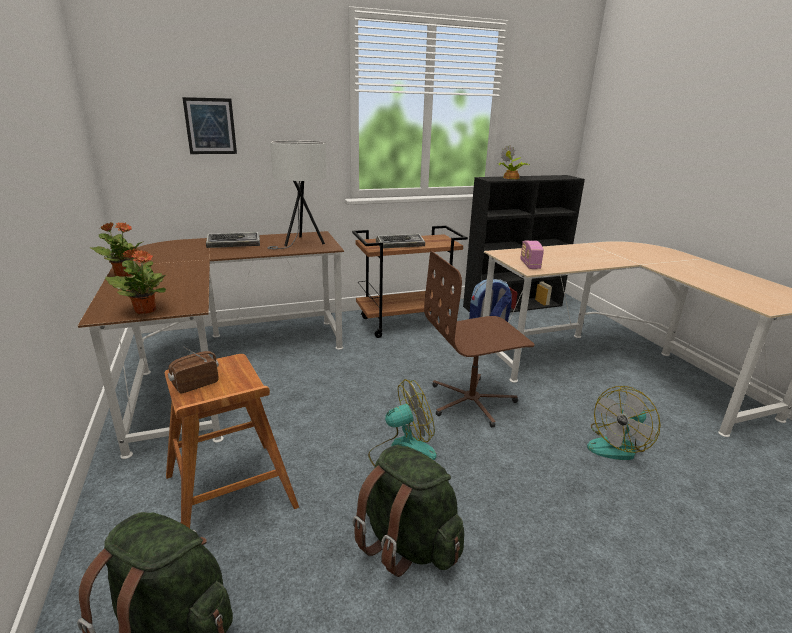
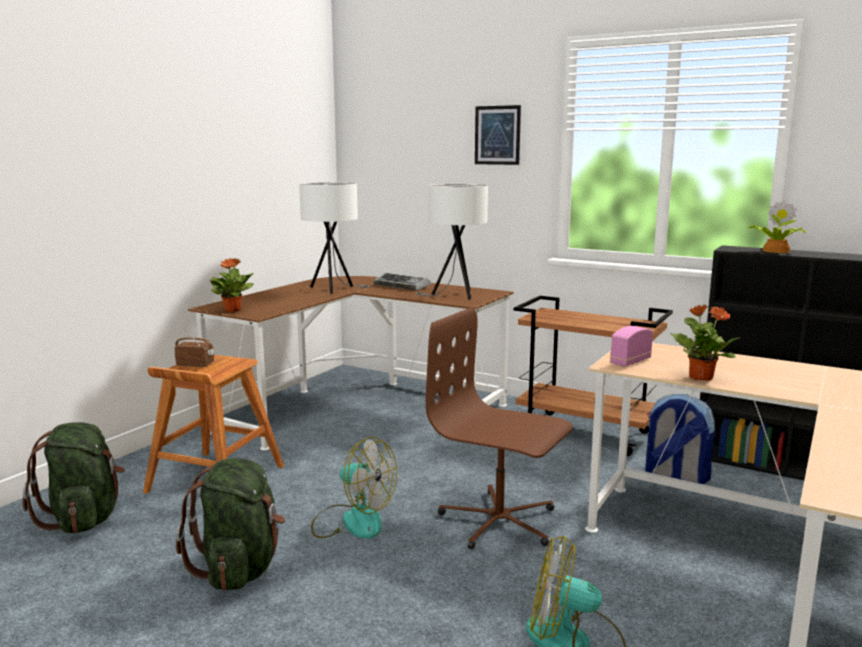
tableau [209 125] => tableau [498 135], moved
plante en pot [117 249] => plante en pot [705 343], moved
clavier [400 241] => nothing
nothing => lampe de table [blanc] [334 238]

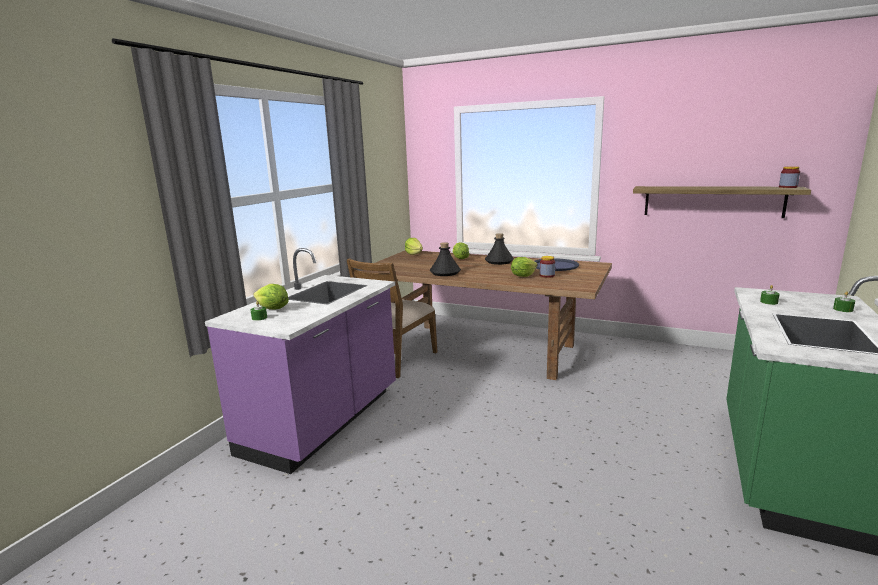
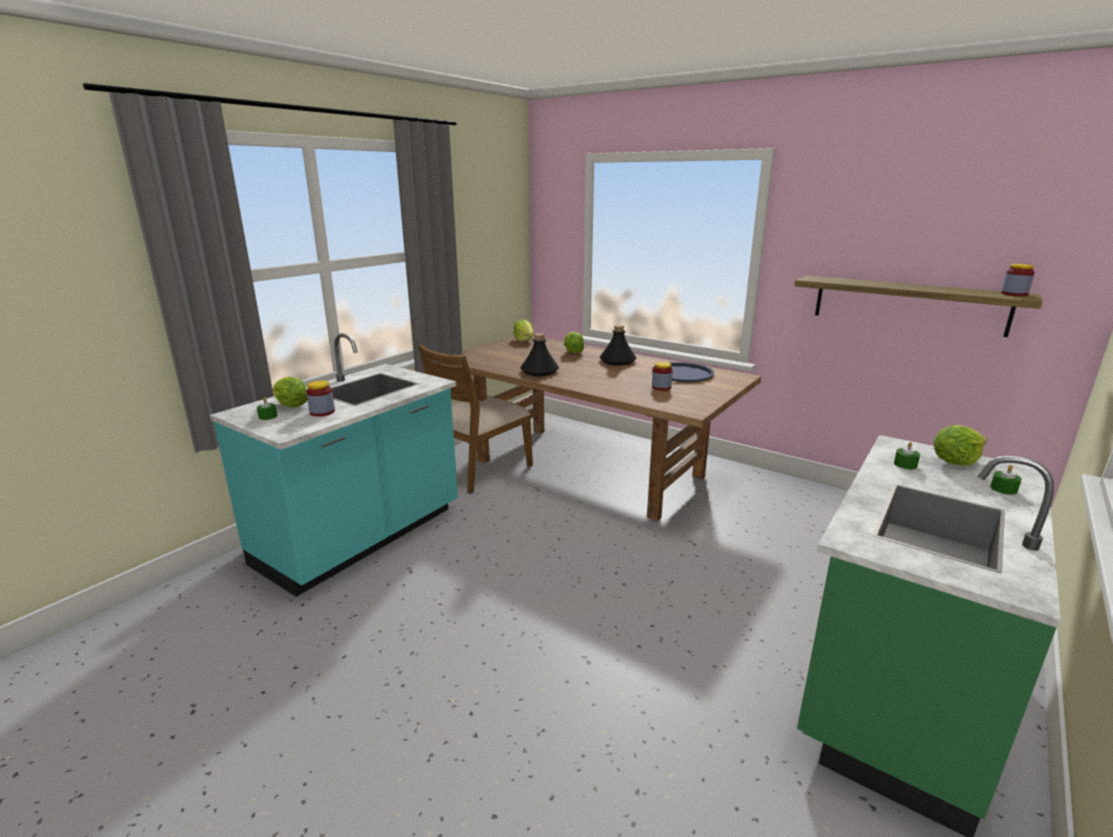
comptoir de cuisine [violet] [300 361] => comptoir de cuisine [turquoise] [334 465]
laitue [524 267] => laitue [960 445], moved
nothing => bocal [320 398]

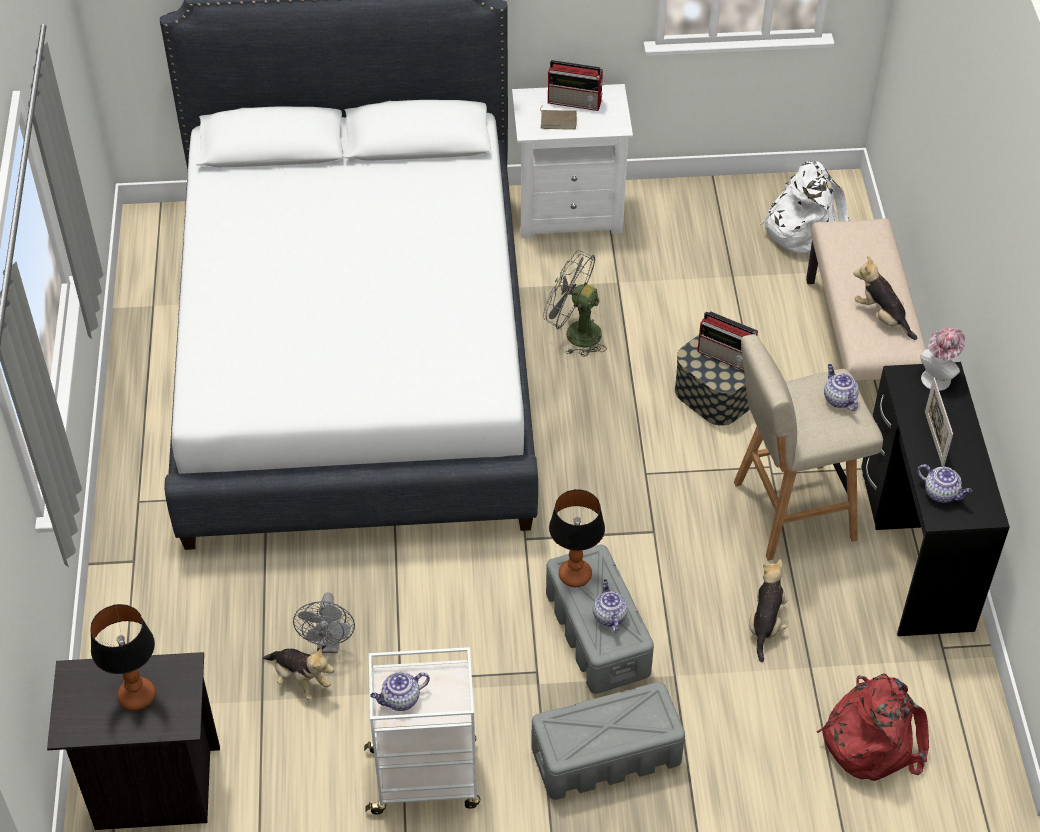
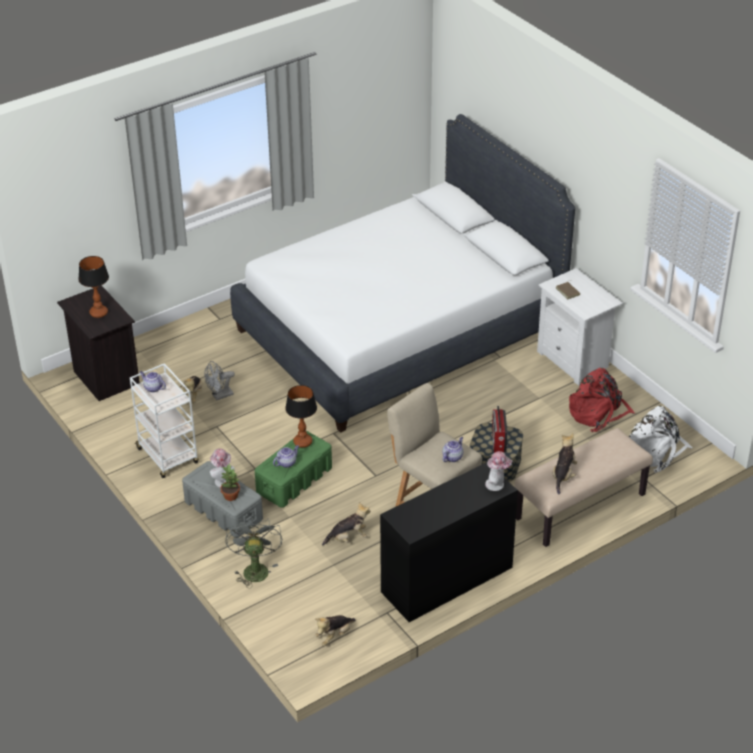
radio [576 85] => nothing
ventilateur [gris] [575 303] => ventilateur [gris] [253 552], moved
cadre photo [939 422] => nothing
théière [944 483] => nothing
boîte de rangement [gris] [600 619] => boîte de rangement [vert] [293 469]
sac à dos [rouge] [872 727] => sac à dos [rouge] [602 400], moved
nothing => chapeau [222 468]
nothing => plante en pot [230 483]
nothing => peluche [335 630]

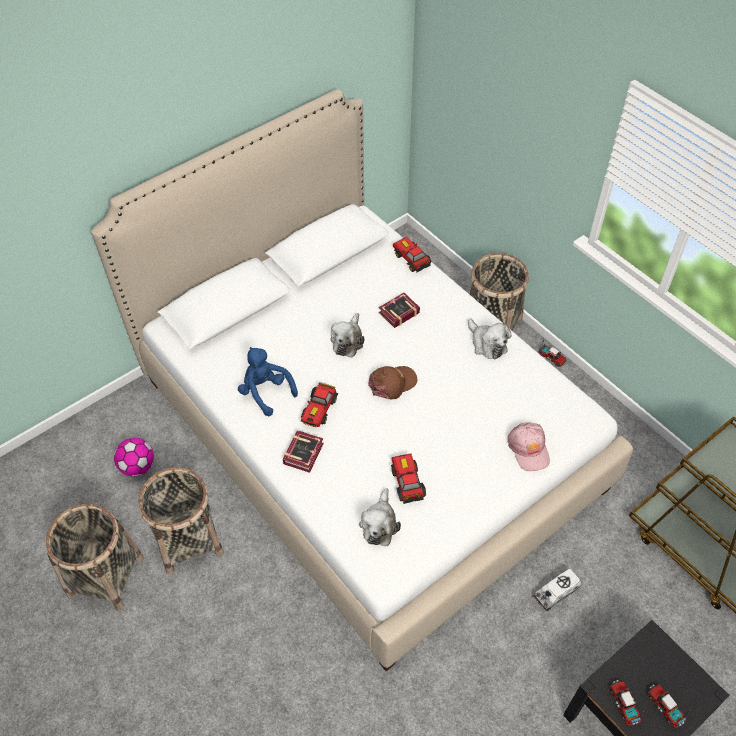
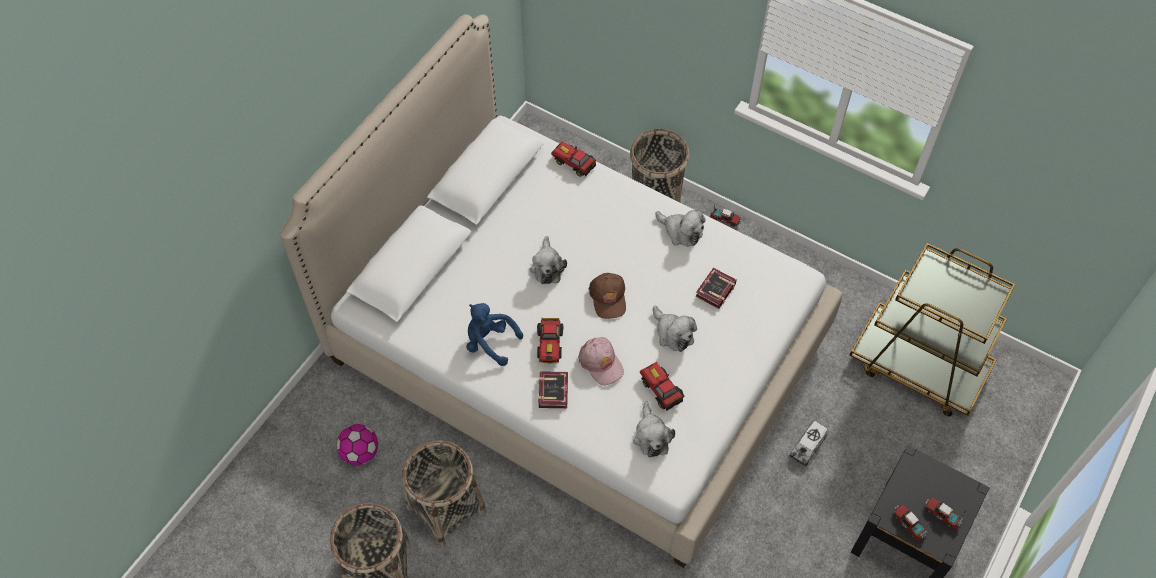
livre [399 310] => livre [716 288], moved
casquette [marron] [392 383] => casquette [marron] [607 296], 135 degrees clockwise
casquette [rose] [528 446] => casquette [rose] [601 361], moved
nothing => peluche [675 329]

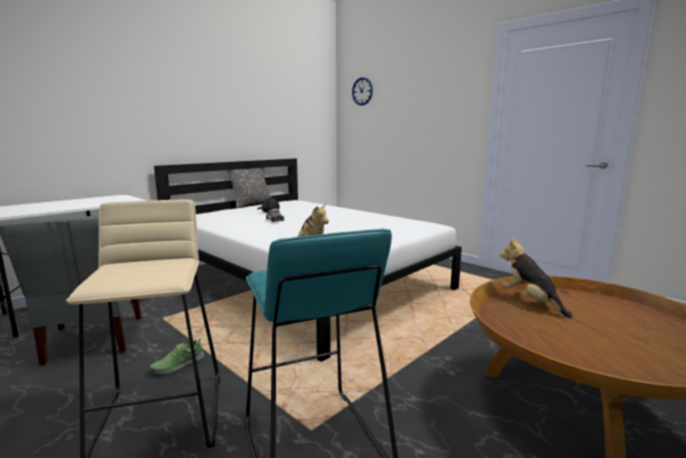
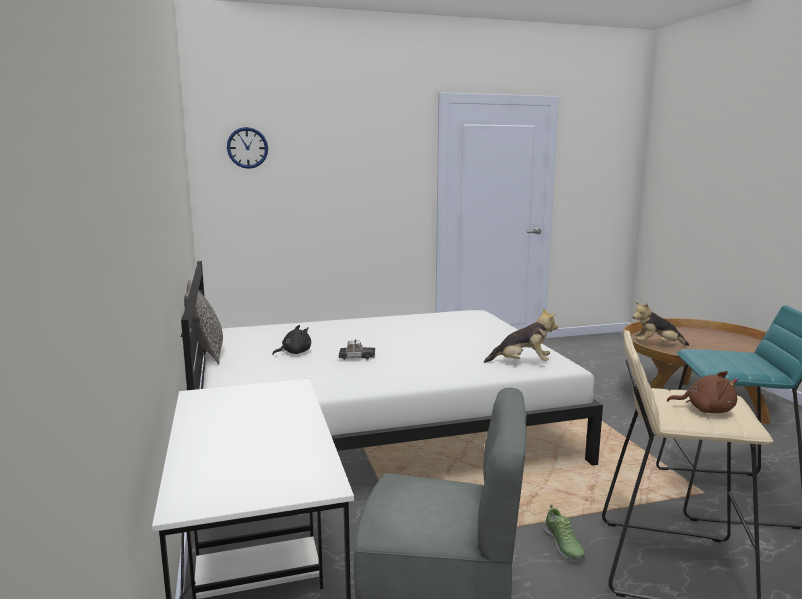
nothing => peluche [marron] [702 392]

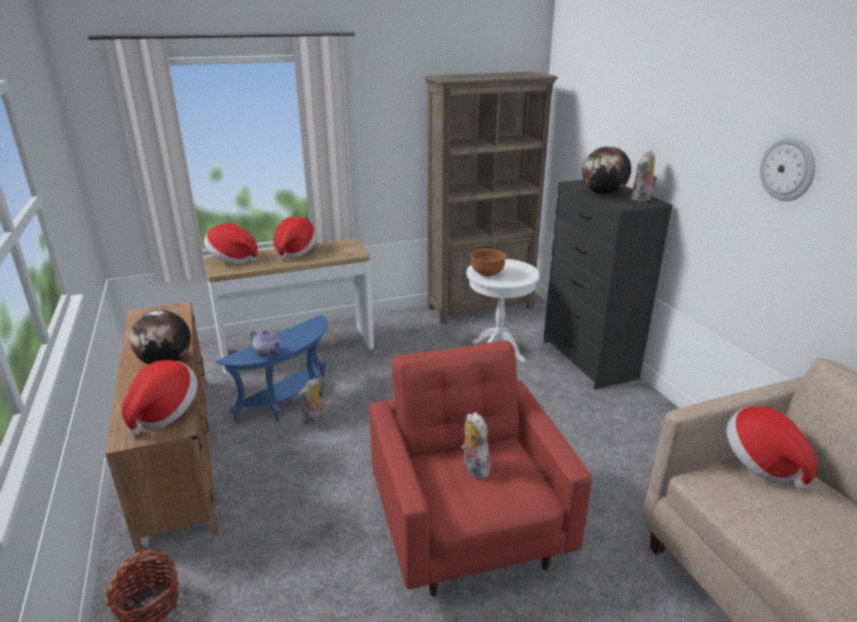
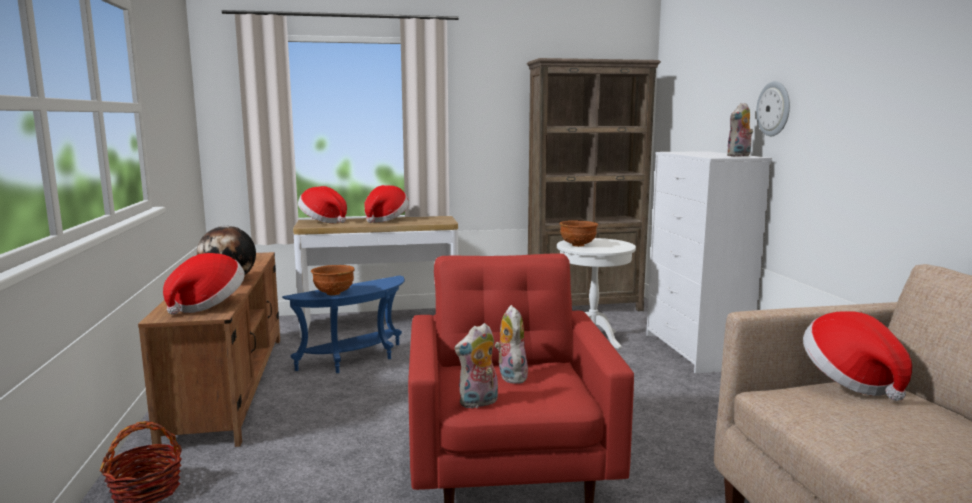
horloge murale [787 169] => horloge murale [773 108], moved
globe [606 170] => nothing
commode [noir] [608 284] => commode [blanc] [709 262]
théière [265 343] => bol [marron] [333 280]
peluche [311 401] => peluche [476 366], moved

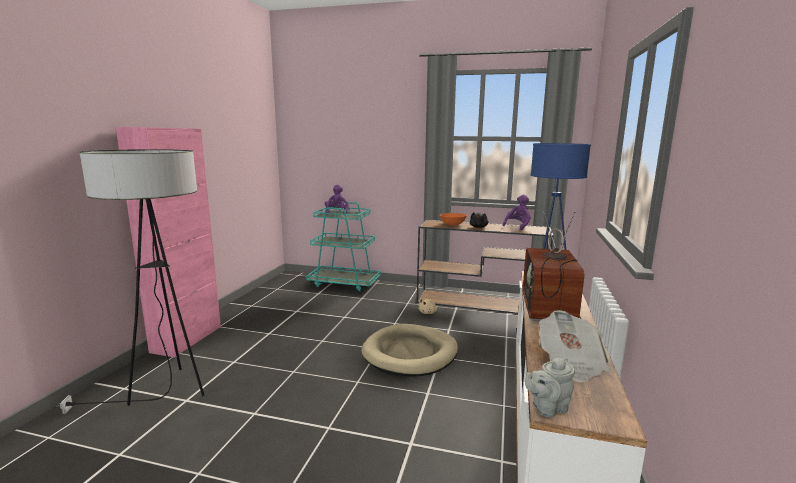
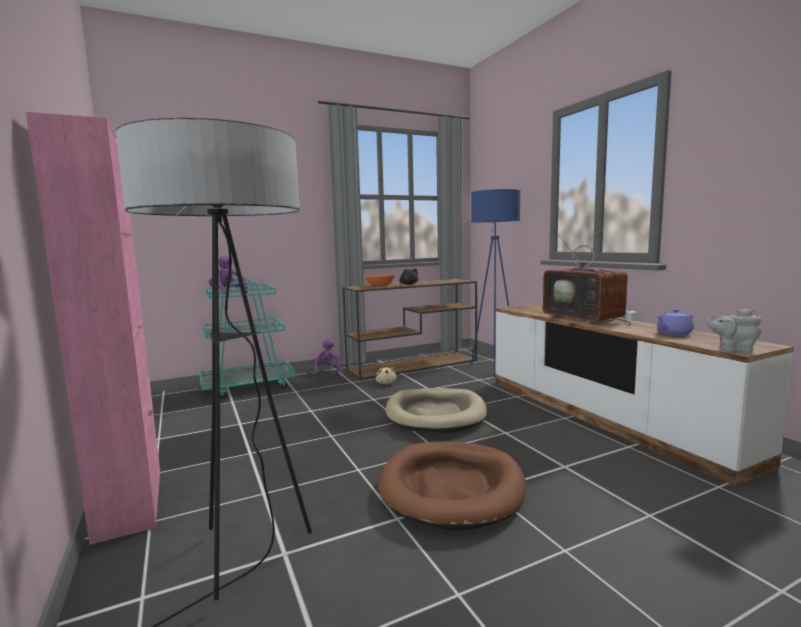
peluche [violet] [516 212] => peluche [violet] [327 357], moved
journal [575 346] => théière [violet] [675 322]
théière [gris] [550 387] => théière [gris] [733 330], 90 degrees clockwise
nothing => panier pour chien [marron] [452 486]

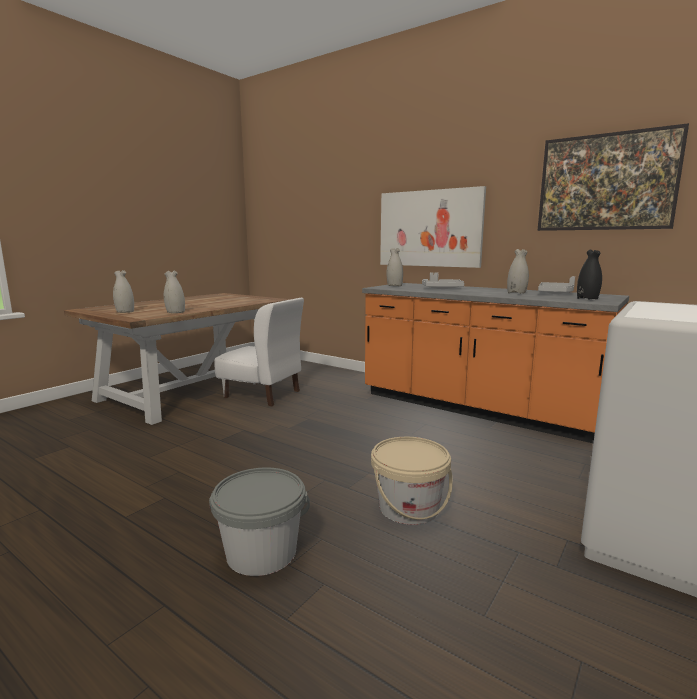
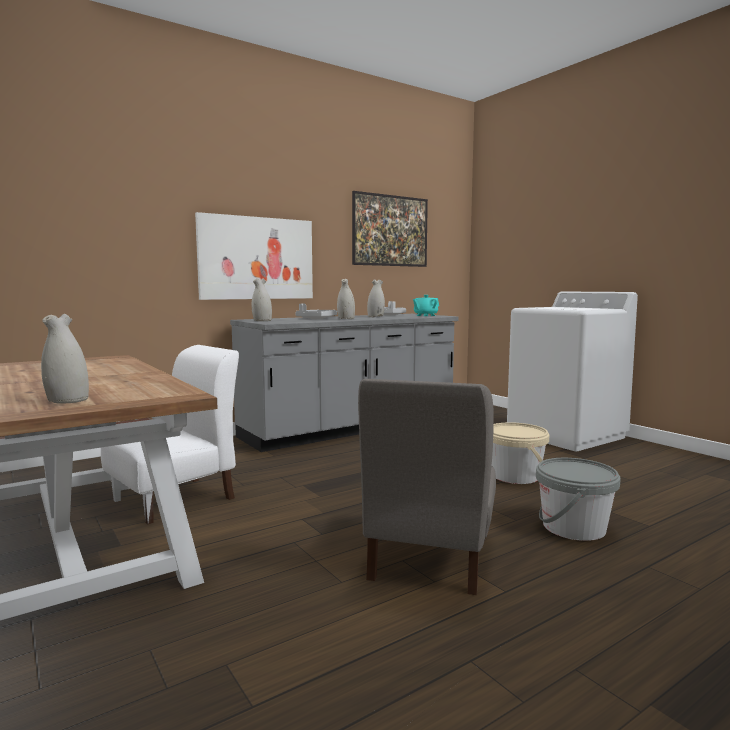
vase [noir] [589 274] => théière [turquoise] [426 305]
vase [blanc] [174 291] => vase [blanc] [346 299], moved
comptoir de cuisine [orange] [495 363] => comptoir de cuisine [gris] [344 383]
nothing => chaise [gris] [427 487]

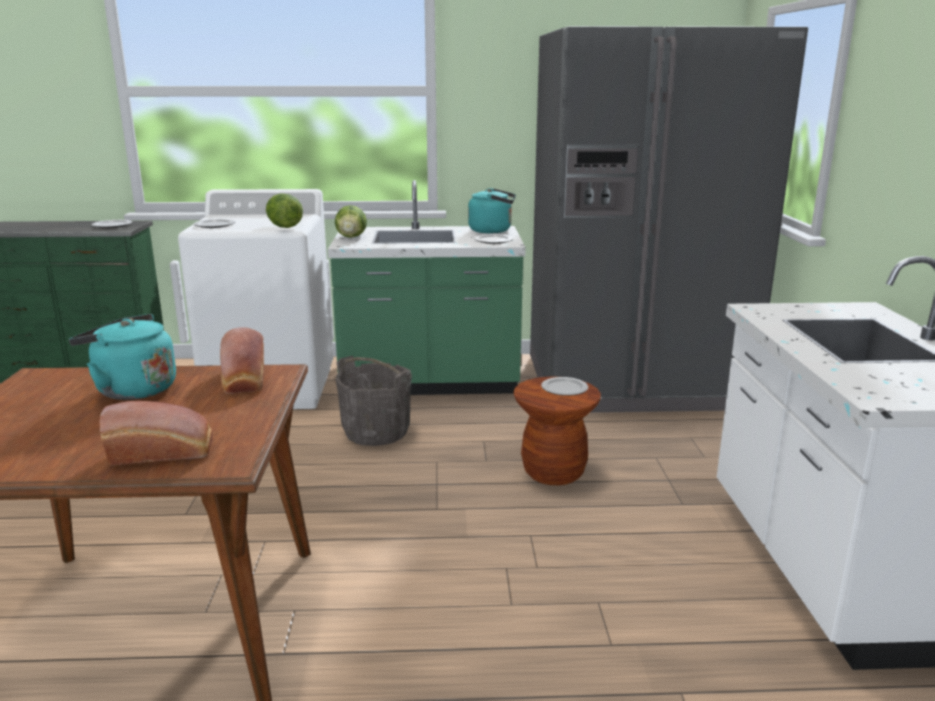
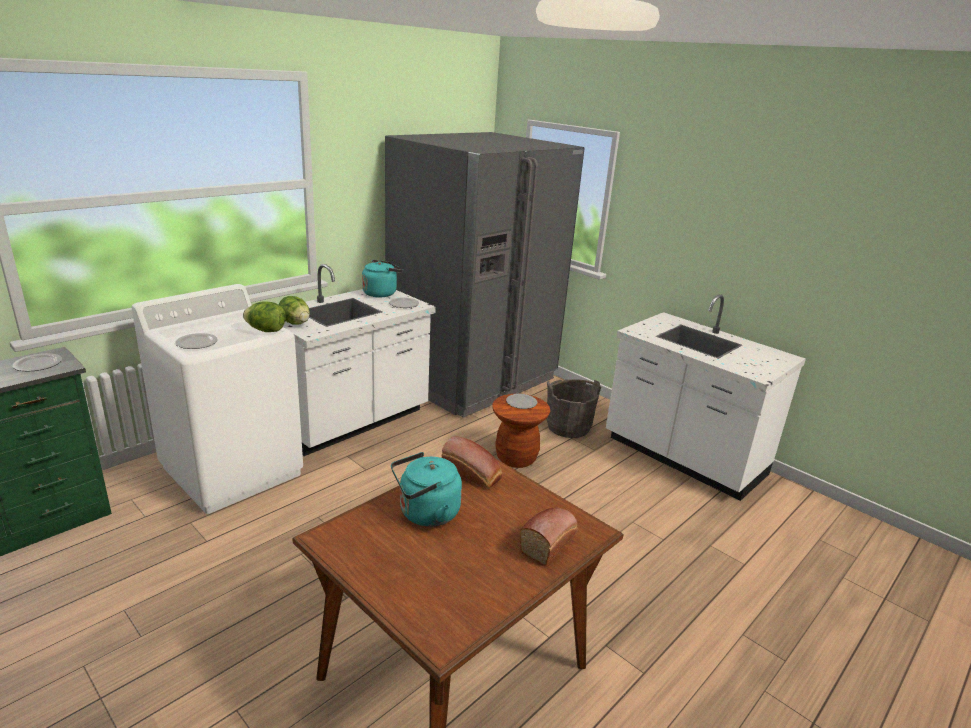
comptoir de cuisine [vert] [427 287] => comptoir de cuisine [blanc] [359 360]
seau [gris] [373 401] => seau [gris] [574 408], moved

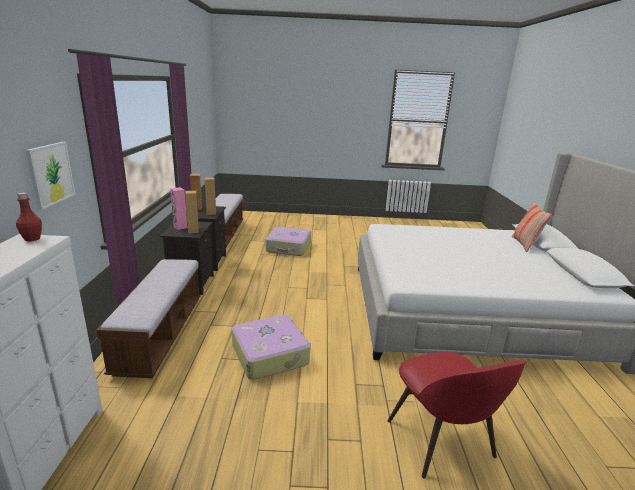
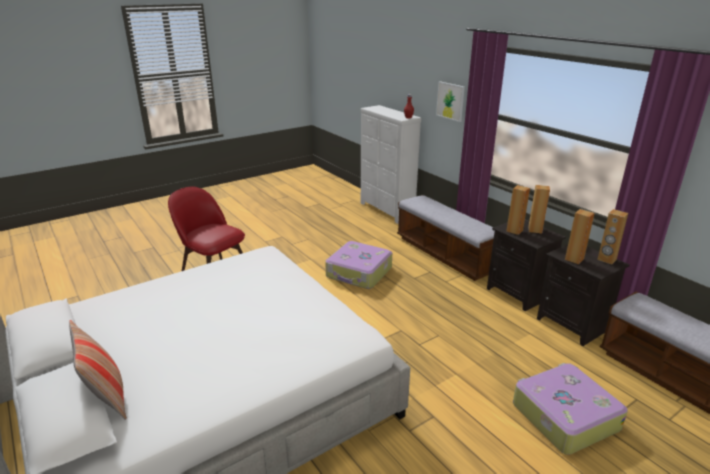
enceinte [rose] [179 208] => enceinte [marron] [539 209]

